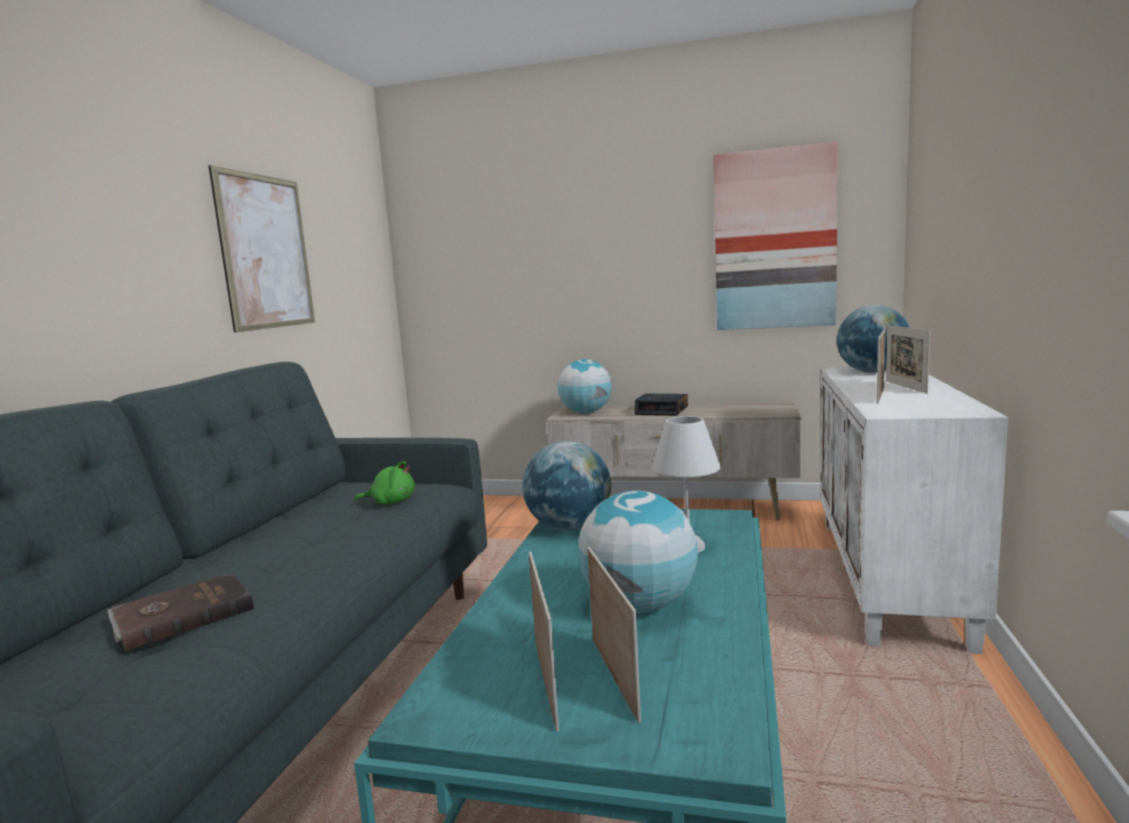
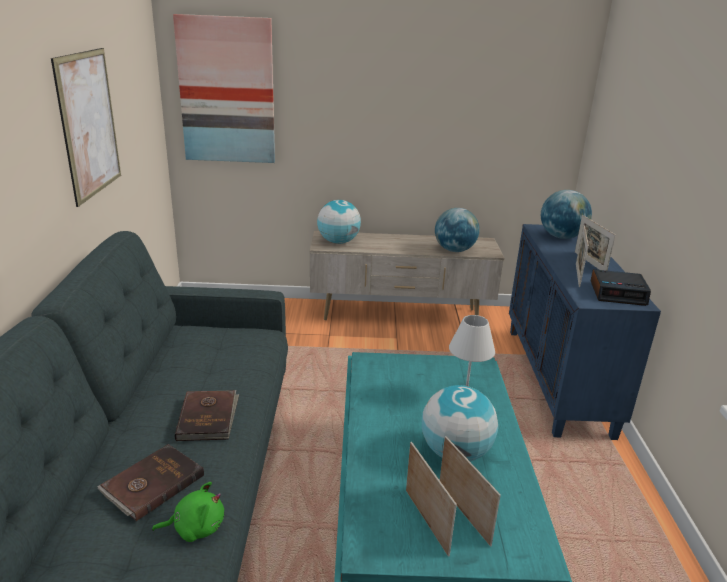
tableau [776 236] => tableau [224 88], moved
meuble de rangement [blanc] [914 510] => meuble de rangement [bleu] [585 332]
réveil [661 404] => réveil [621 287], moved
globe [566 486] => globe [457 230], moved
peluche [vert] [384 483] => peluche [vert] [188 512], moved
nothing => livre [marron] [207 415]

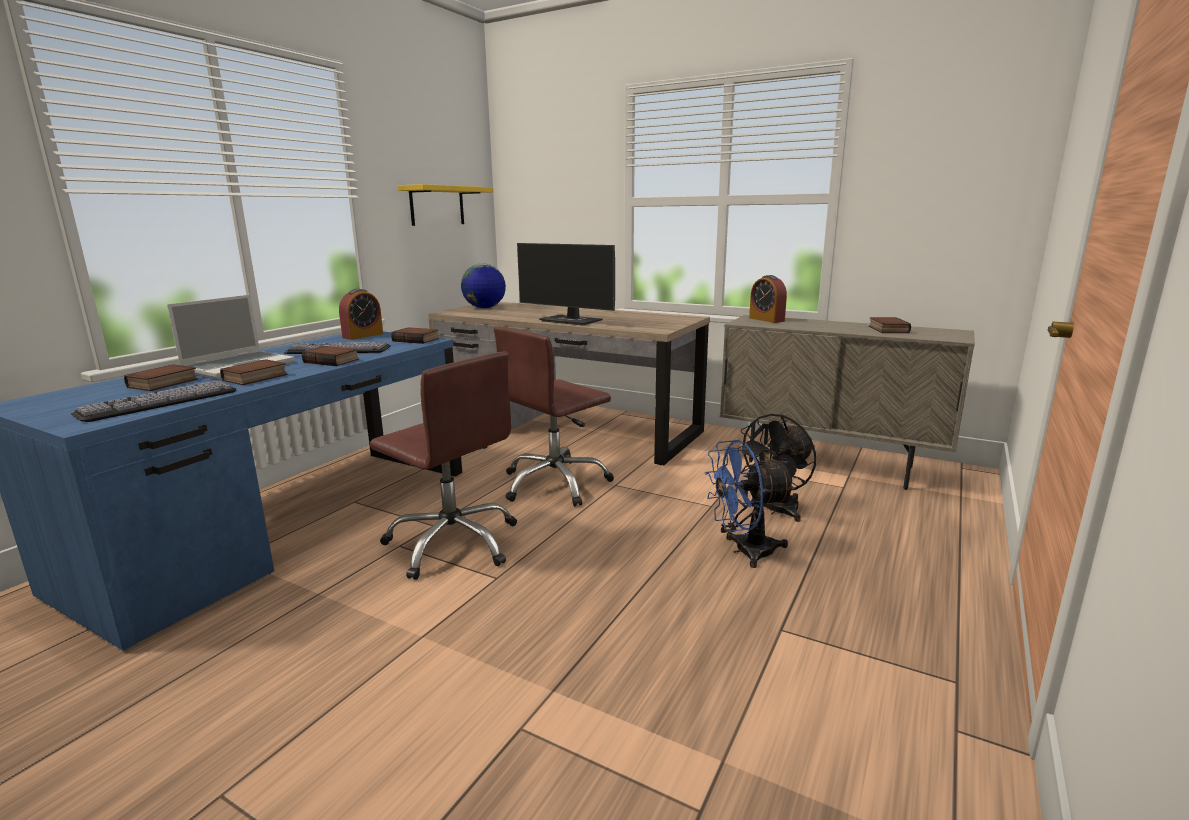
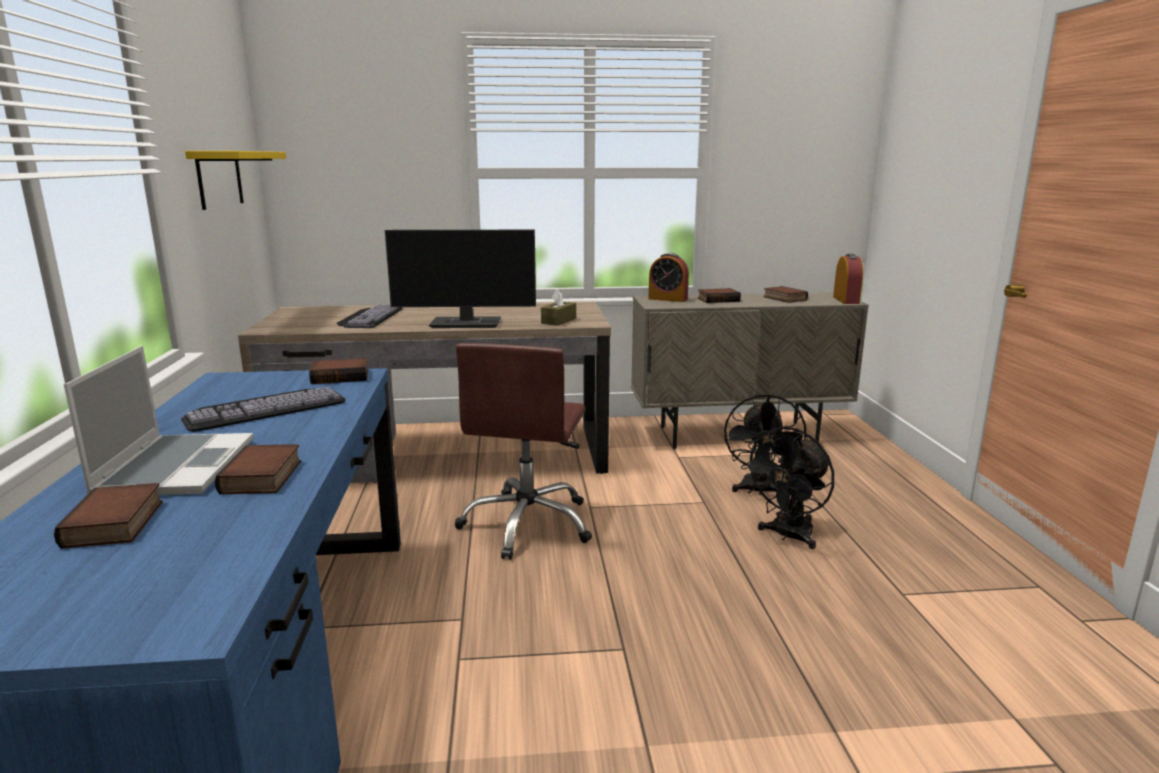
globe [483 286] => nothing
réveil [361 314] => réveil [848 279], moved
livre [330 356] => livre [719 295], moved
chaise de bureau [marron] [443 466] => nothing
clavier [153 401] => clavier [370 316], moved
ventilateur [bleu] [750 504] => ventilateur [noir] [787 488]
nothing => boîte à mouchoirs [marron] [558 307]

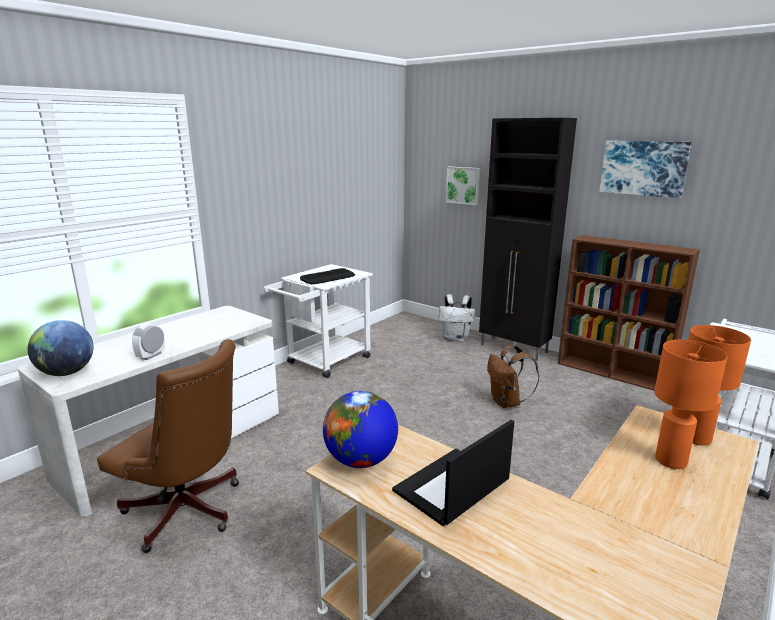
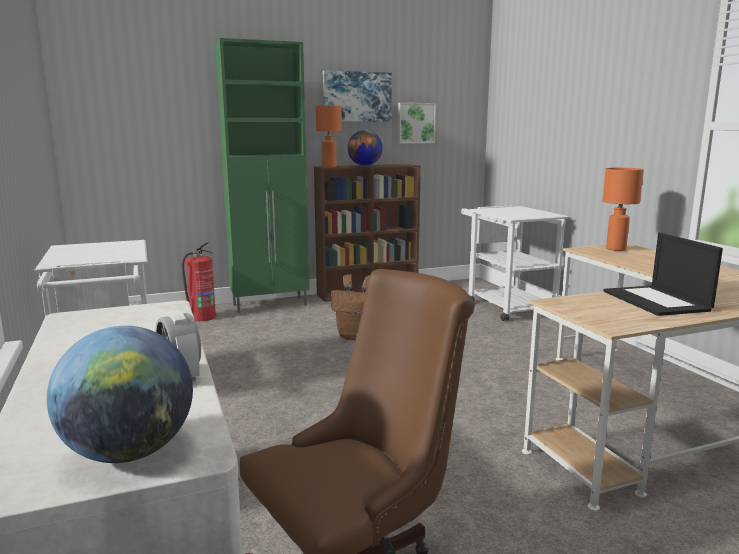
meuble de rangement [noir] [528 239] => meuble de rangement [vert] [262 175]
tableau [463 185] => tableau [417 123], moved
clavier [327 276] => nothing
sac à dos [blanc] [457 318] => extincteur [198 281]
lampe de table [orange] [691 404] => lampe de table [orange] [329 136], moved
globe [360 429] => globe [365 148], moved

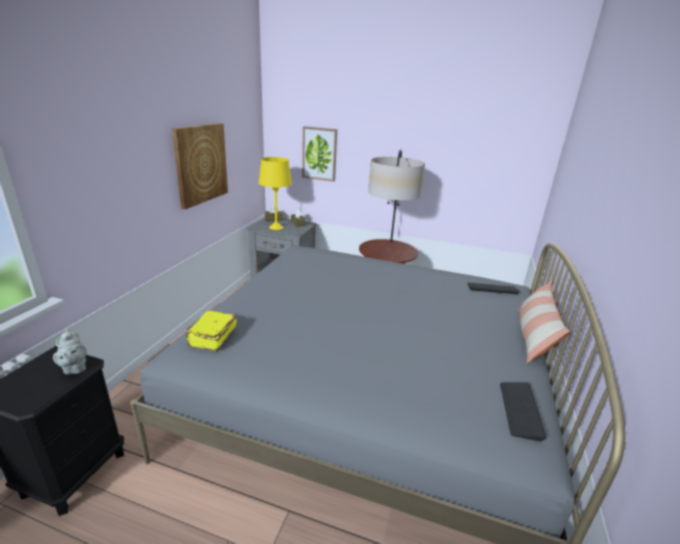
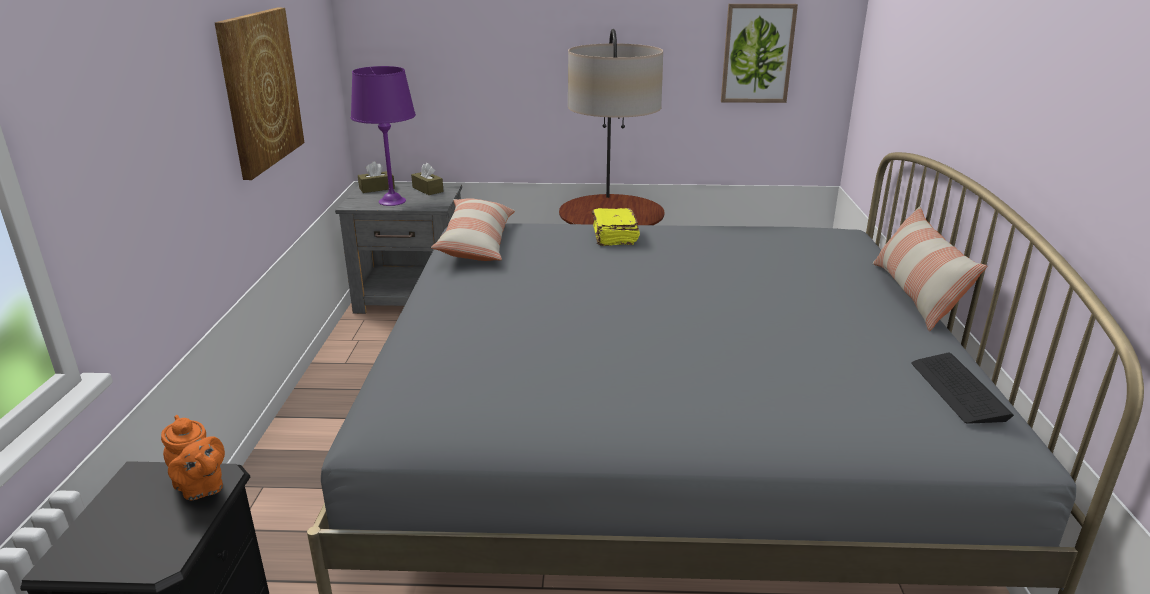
tableau [319 154] => tableau [759 53], moved
lampe de table [jaune] [275 193] => lampe de table [violet] [383 136]
clavier [493 288] => nothing
livre [jaune] [211 331] => livre [jaune] [616 227], moved
théière [gris] [70 351] => théière [orange] [193 457]
nothing => coussin [473 229]

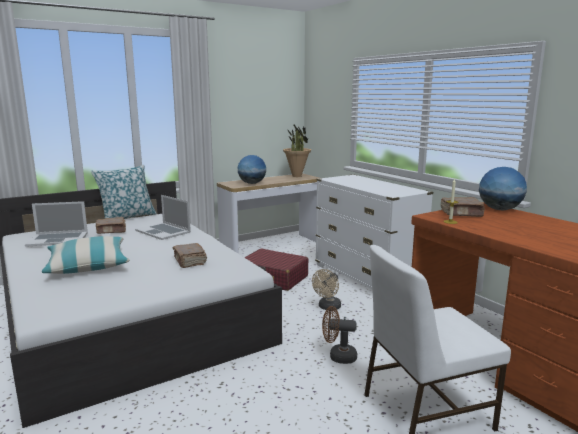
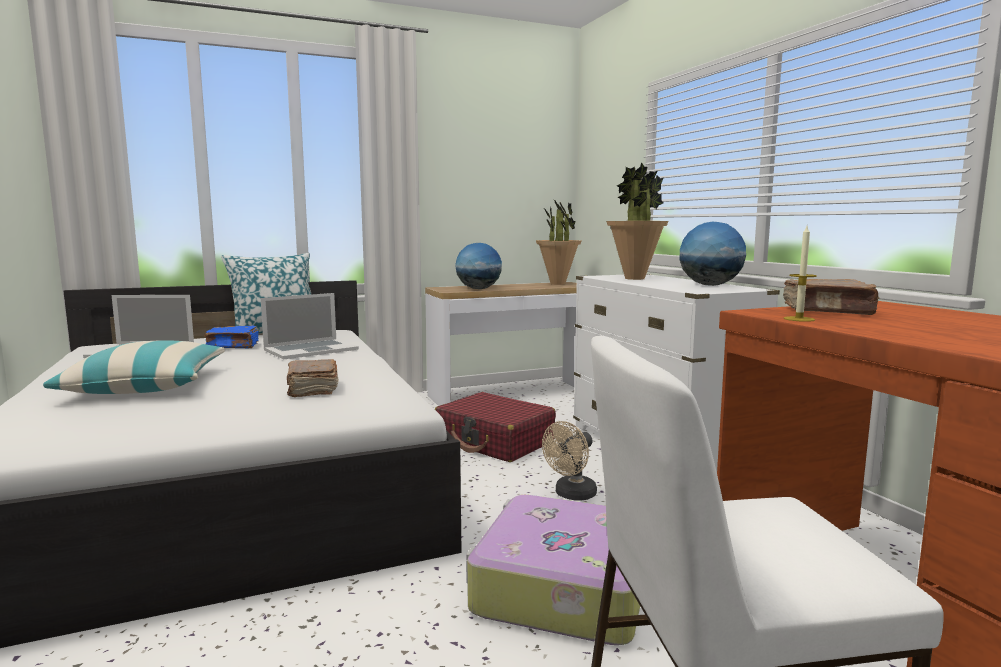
globe [503 189] => globe [713 254], moved
ordinateur portable [163 217] => ordinateur portable [310 326], 90 degrees counterclockwise
livre [marron] [111 225] => livre [bleu] [231 336]
ventilateur [marron] [339 335] => valise [553 570]
nothing => plante en pot [637 221]

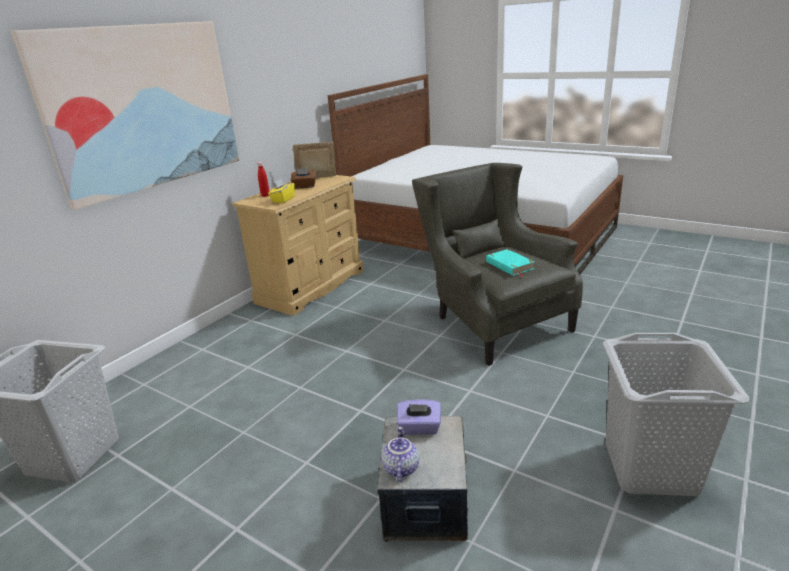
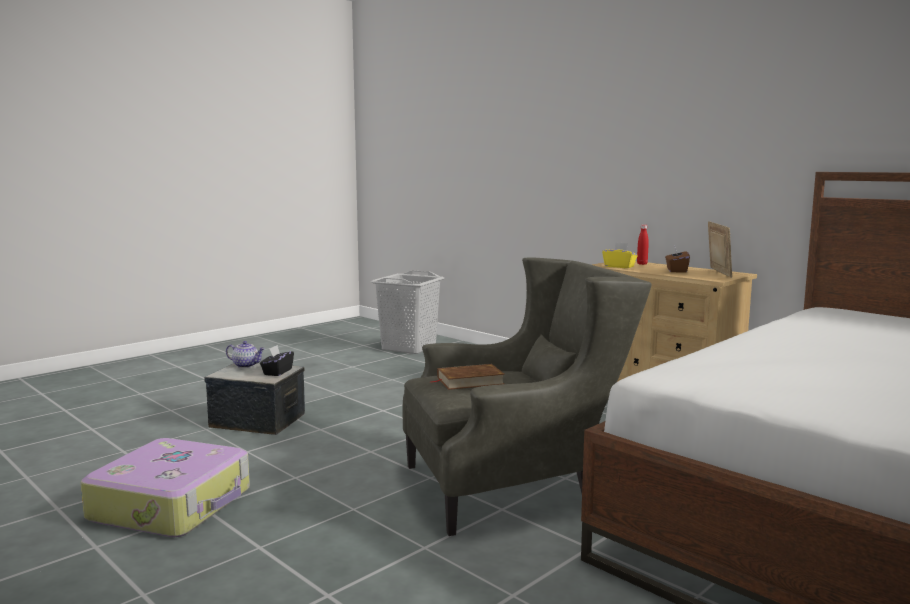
tableau [125 115] => nothing
livre [turquoise] [510 263] => livre [marron] [467 377]
panier à linge [gris] [676 414] => valise [165 487]
boîte à mouchoirs [violet] [419 417] => boîte à mouchoirs [noir] [277 360]

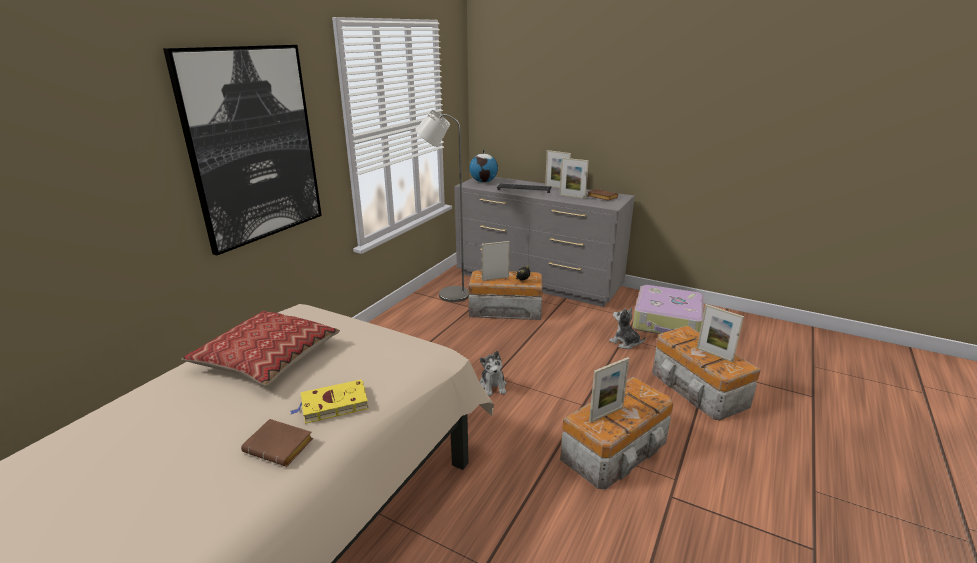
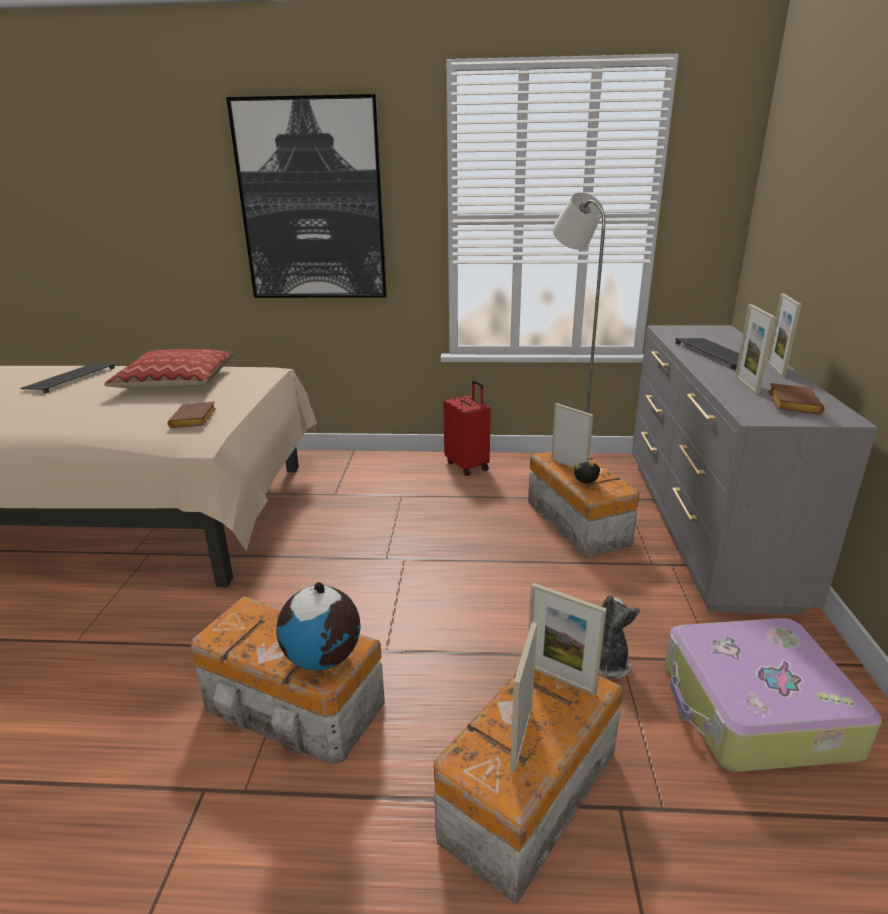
globe [483 166] => globe [318 626], moved
peluche [493 373] => nothing
cadre photo [609 389] => cadre photo [567 639], moved
livre [jaune] [329 401] => nothing
livre [marron] [277 443] => livre [marron] [192 415], moved
nothing => clavier [67 378]
nothing => valise [rouge] [467 428]

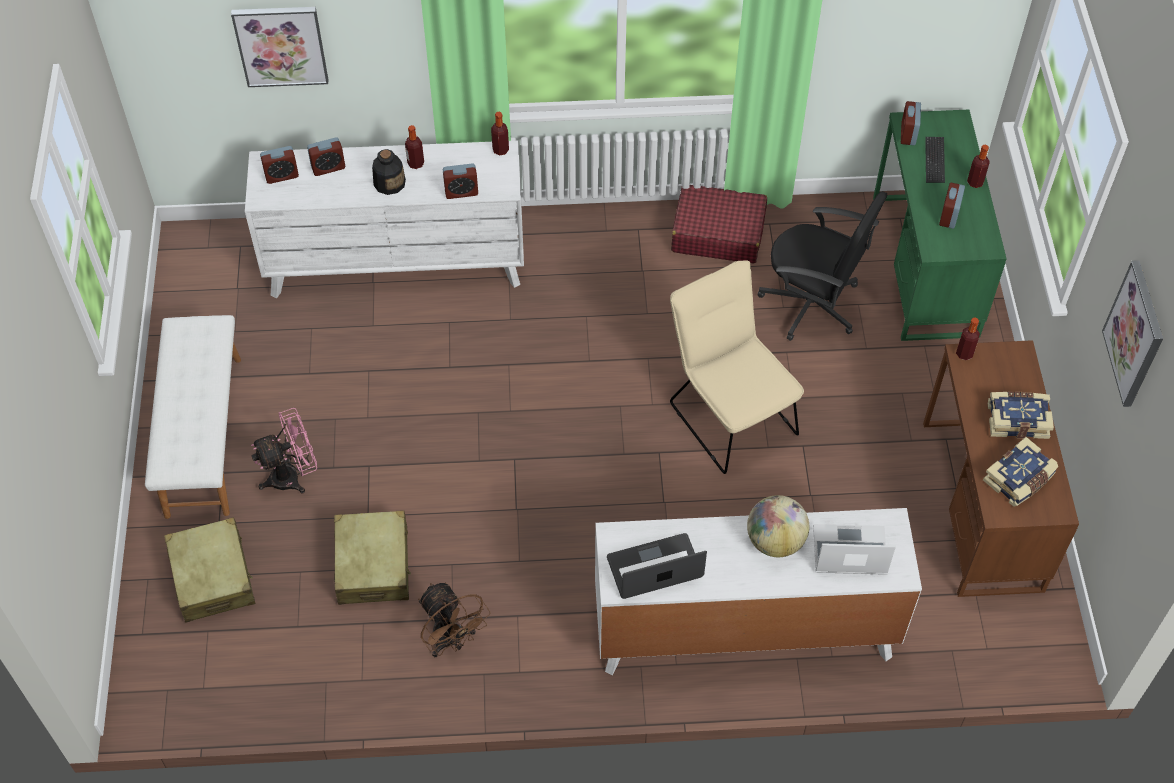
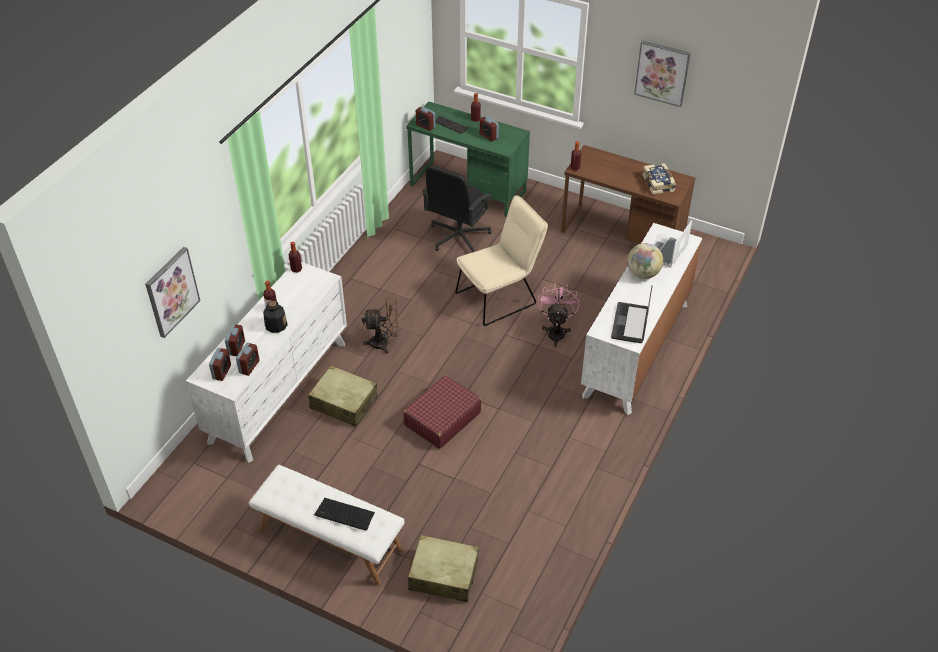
réveil [460 181] => réveil [247 359], moved
valise [rouge] [719 224] => valise [rouge] [442 412], moved
chaise de bureau [noir] [822 266] => chaise de bureau [noir] [457 209], 150 degrees clockwise
chaise [beige] [737 367] => chaise [beige] [501 260], 150 degrees clockwise
livre [1021 415] => nothing
ventilateur [rose] [284 451] => ventilateur [rose] [558 315], moved
valise [beige] [372 557] => valise [beige] [342 396], moved
ventilateur [marron] [454 620] => ventilateur [marron] [380 326], moved
nothing => clavier [344 514]

